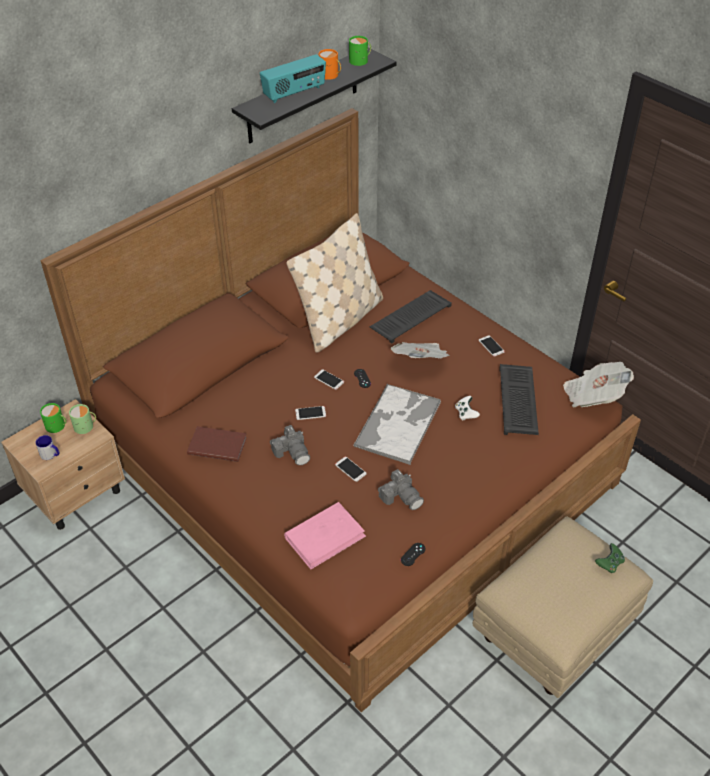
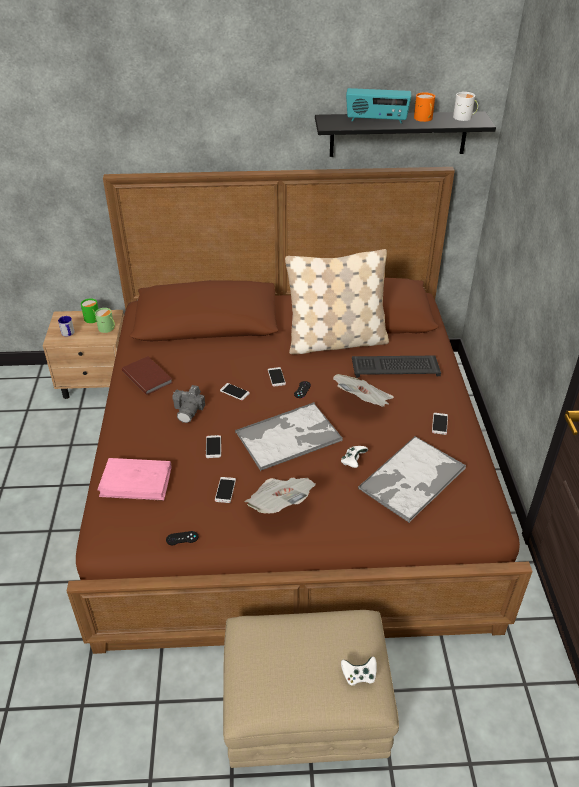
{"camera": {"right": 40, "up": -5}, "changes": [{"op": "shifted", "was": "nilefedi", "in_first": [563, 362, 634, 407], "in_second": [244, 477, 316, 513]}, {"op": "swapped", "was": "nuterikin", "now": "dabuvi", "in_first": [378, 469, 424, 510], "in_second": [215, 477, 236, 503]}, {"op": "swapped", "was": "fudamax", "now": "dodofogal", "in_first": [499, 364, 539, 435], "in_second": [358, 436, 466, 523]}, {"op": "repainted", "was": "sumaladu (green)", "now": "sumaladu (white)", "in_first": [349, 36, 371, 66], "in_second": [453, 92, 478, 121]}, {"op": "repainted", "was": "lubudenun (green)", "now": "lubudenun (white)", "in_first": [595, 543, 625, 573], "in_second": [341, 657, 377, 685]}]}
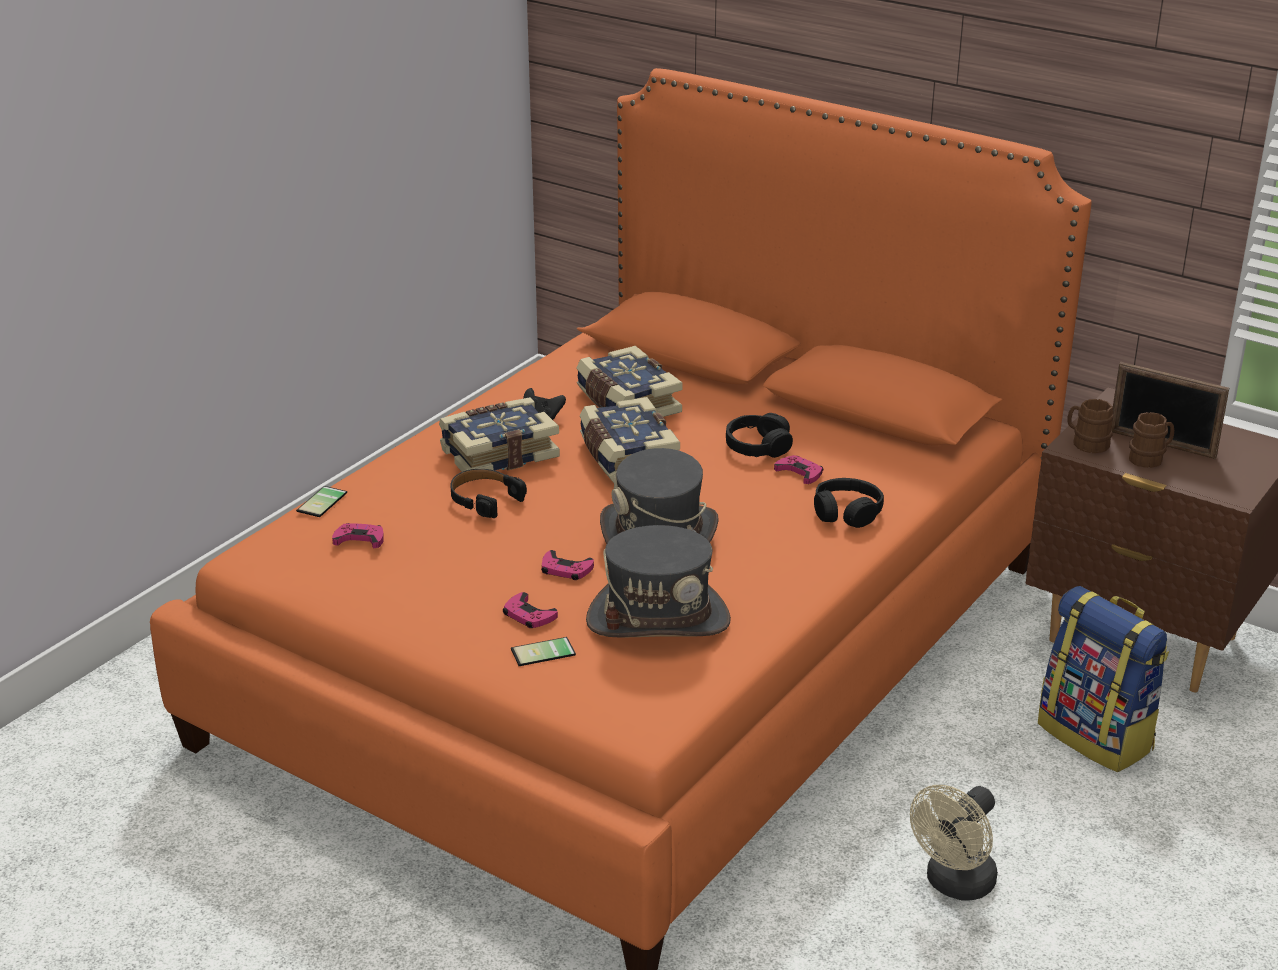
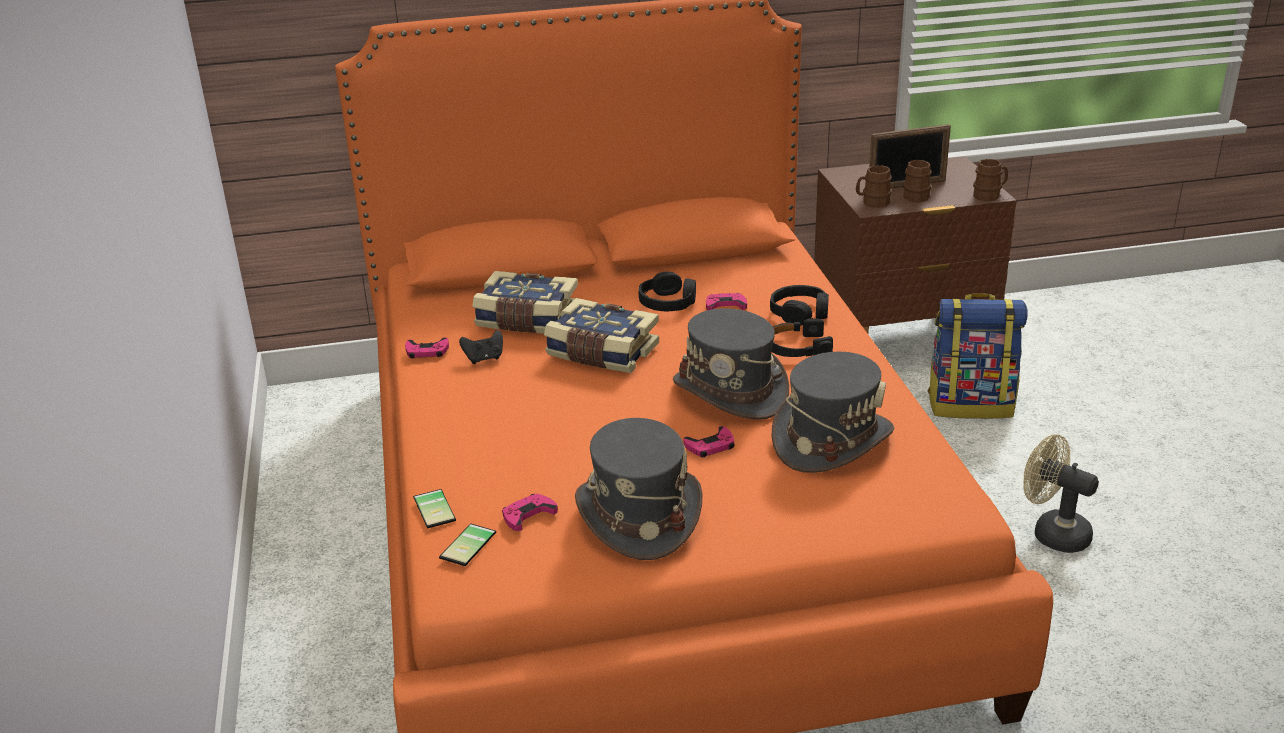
{"camera": {"right": -45, "up": 0}, "changes": [{"op": "gone", "was": "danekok", "in_first": [439, 397, 560, 472]}, {"op": "new", "now": "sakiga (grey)", "in_second": [575, 418, 702, 560]}, {"op": "new", "now": "sumaladu (brown)", "in_second": [973, 159, 1008, 201]}, {"op": "shifted", "was": "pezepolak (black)", "in_first": [450, 469, 527, 518], "in_second": [772, 318, 833, 357]}, {"op": "shifted", "was": "lubudenun (pink)", "in_first": [503, 592, 558, 628], "in_second": [405, 337, 449, 358]}, {"op": "shifted", "was": "dabuvi", "in_first": [511, 637, 576, 666], "in_second": [439, 523, 496, 566]}, {"op": "rotated", "was": "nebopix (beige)", "in_first": [910, 785, 998, 901], "in_second": [1023, 434, 1099, 553], "clockwise": 135}]}
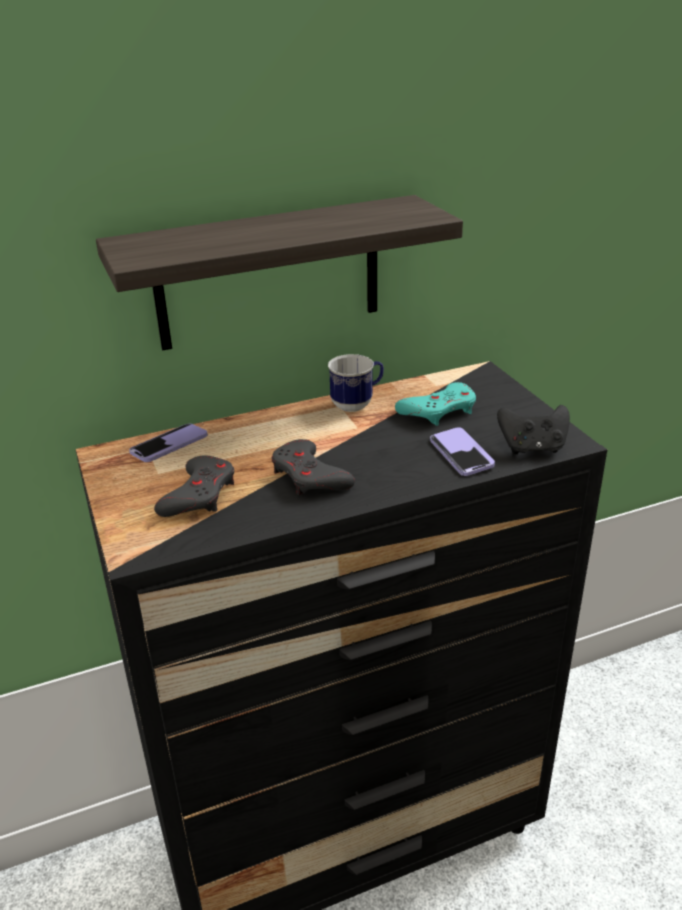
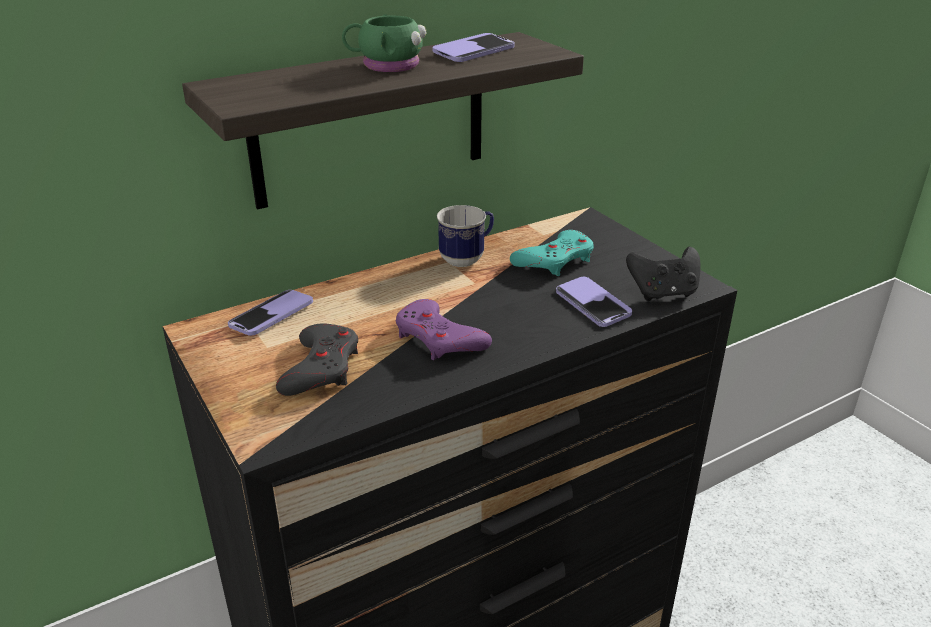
{"camera": {"right": -10, "up": 0}, "changes": [{"op": "new", "now": "sumaladu (green)", "in_second": [342, 14, 427, 72]}, {"op": "new", "now": "dabuvi", "in_second": [432, 33, 515, 62]}, {"op": "repainted", "was": "lubudenun (grey)", "now": "lubudenun (purple)", "in_first": [272, 439, 355, 495], "in_second": [396, 299, 492, 360]}]}
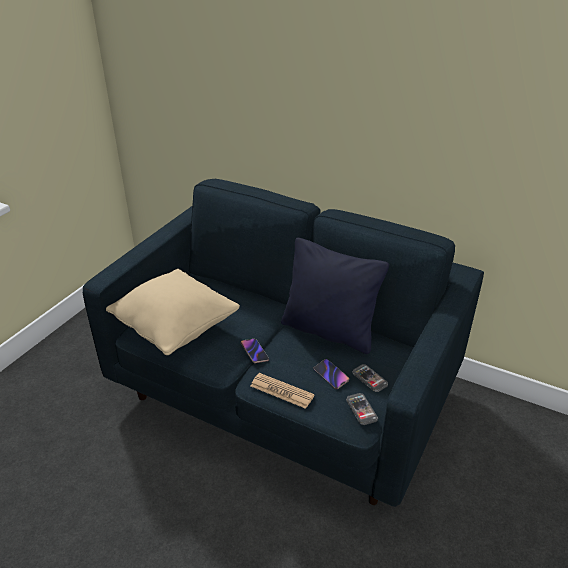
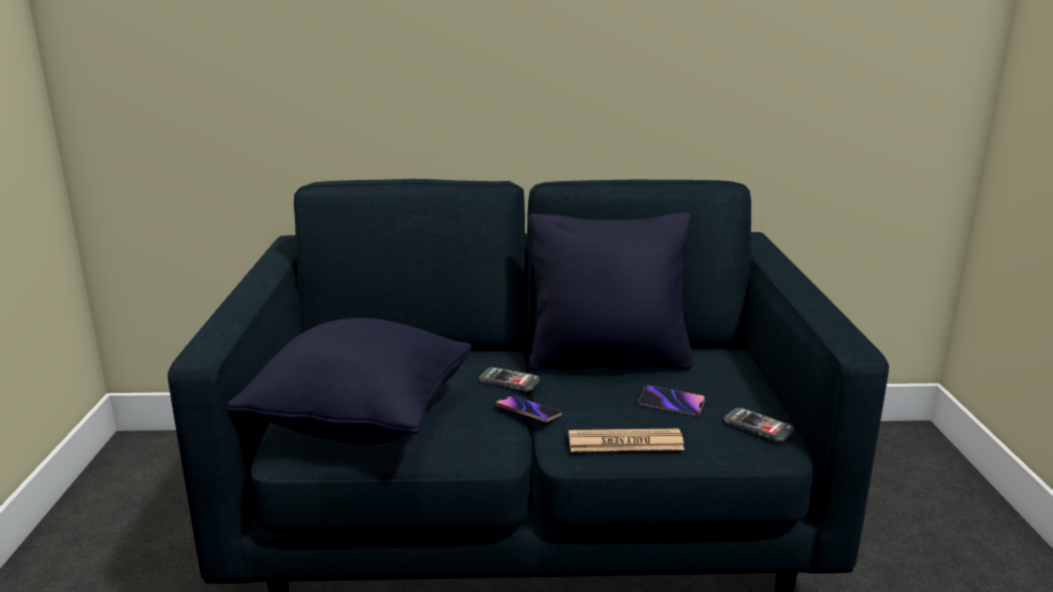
{"camera": {"right": -30, "up": -15}, "changes": [{"op": "shifted", "was": "dabuvi", "in_first": [352, 364, 388, 392], "in_second": [479, 367, 540, 391]}, {"op": "repainted", "was": "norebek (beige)", "now": "norebek (black)", "in_first": [106, 269, 240, 355], "in_second": [227, 318, 472, 444]}]}
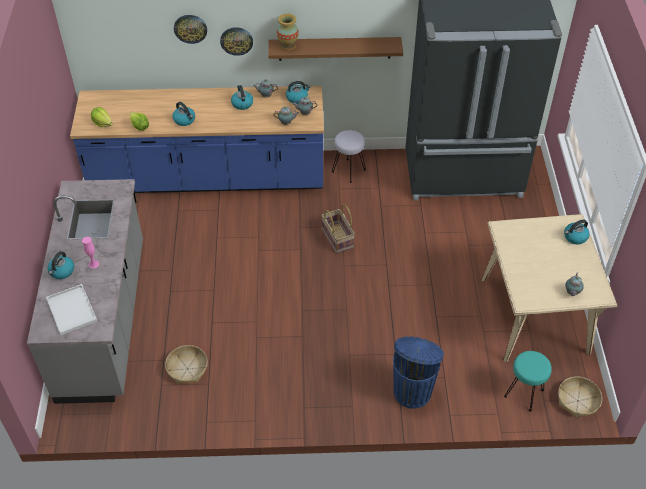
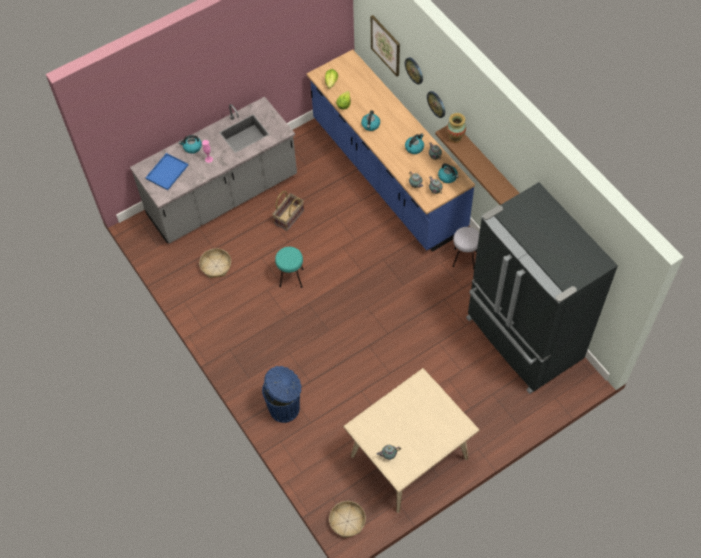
{"camera": {"right": 60, "up": 10}, "changes": [{"op": "gone", "was": "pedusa", "in_first": [564, 220, 590, 244]}, {"op": "new", "now": "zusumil", "in_second": [371, 15, 400, 76]}, {"op": "shifted", "was": "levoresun", "in_first": [321, 204, 355, 253], "in_second": [272, 191, 304, 231]}, {"op": "shifted", "was": "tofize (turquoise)", "in_first": [504, 351, 552, 411], "in_second": [275, 247, 304, 288]}, {"op": "repainted", "was": "dodofogal (white)", "now": "dodofogal (blue)", "in_first": [46, 284, 97, 335], "in_second": [145, 153, 188, 190]}]}
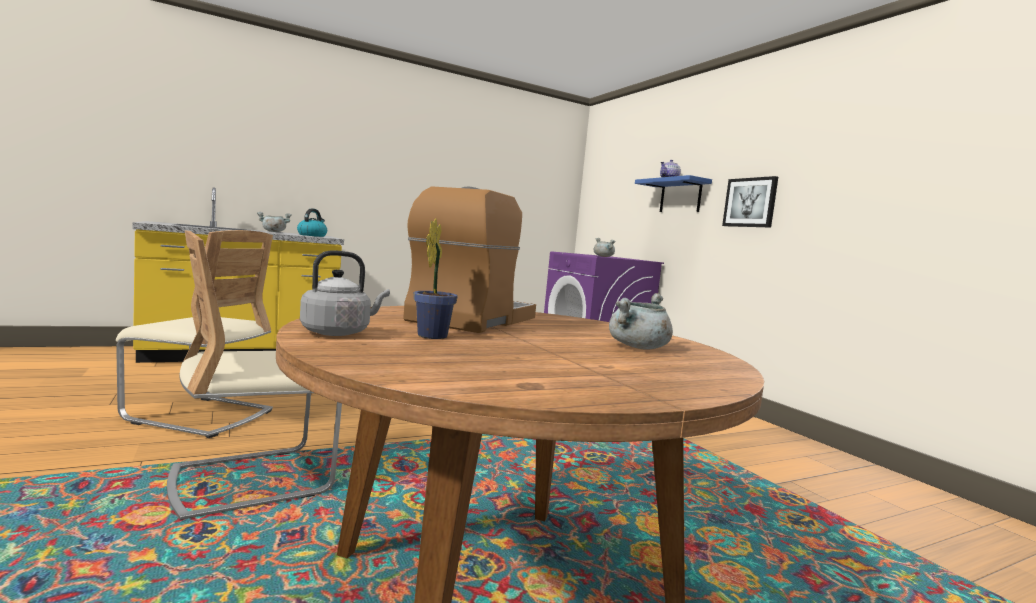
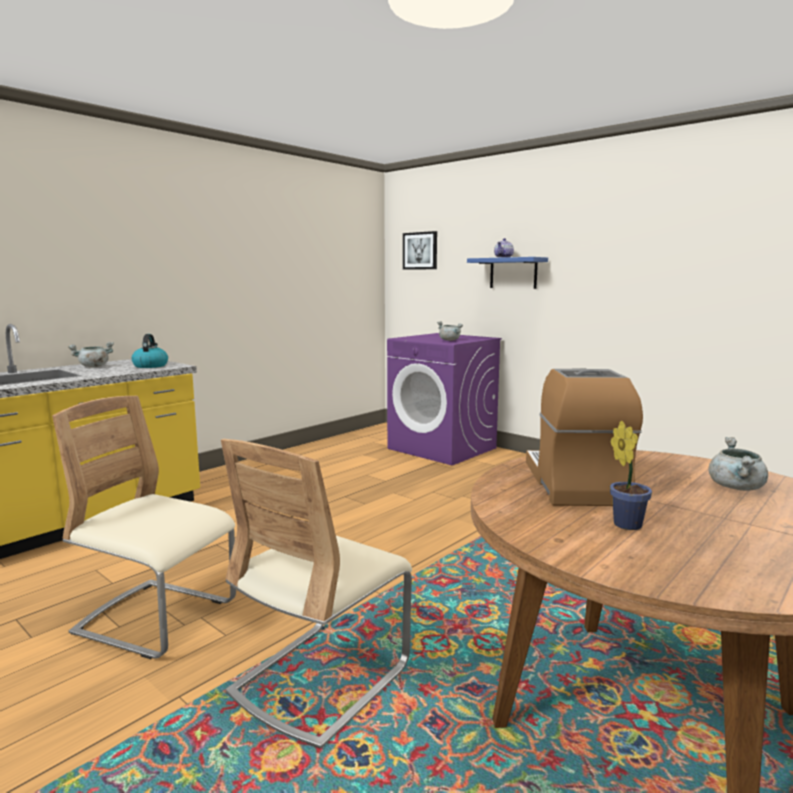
{"camera": {"right": -20, "up": 5}, "changes": [{"op": "gone", "was": "pedusa (grey)", "in_first": [300, 250, 390, 336]}, {"op": "shifted", "was": "zusumil", "in_first": [722, 176, 778, 228], "in_second": [403, 231, 437, 270]}, {"op": "rotated", "was": "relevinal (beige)", "in_first": [116, 230, 273, 438], "in_second": [52, 396, 236, 659], "clockwise": -150}]}
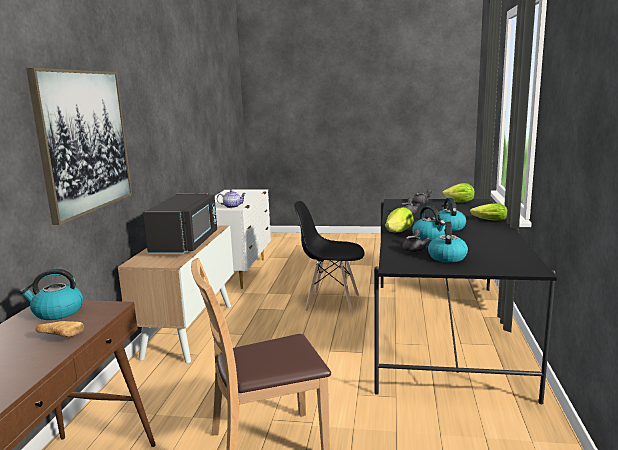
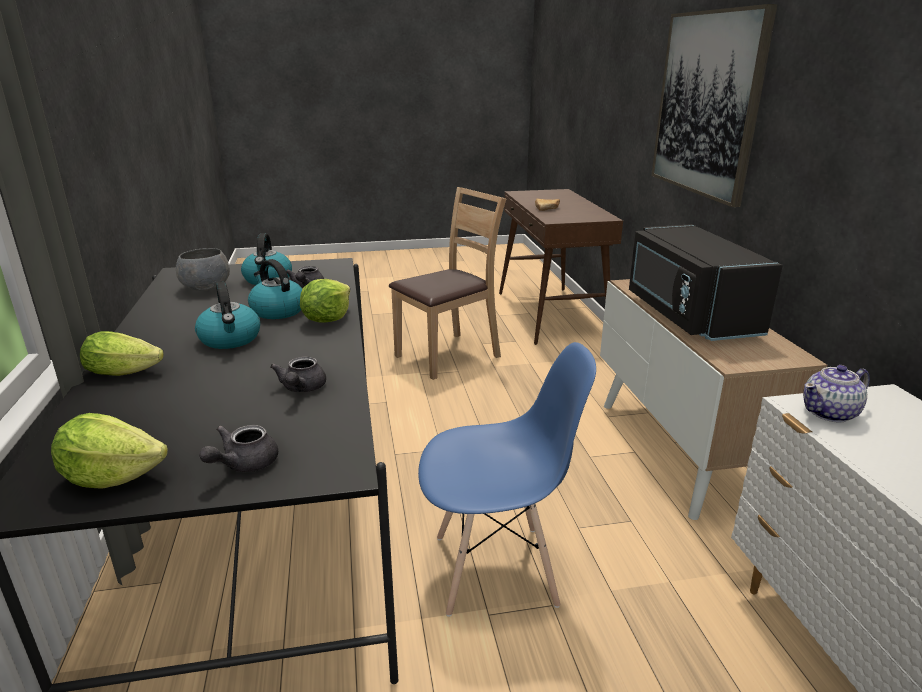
{"camera": {"right": 160, "up": 10}, "changes": [{"op": "gone", "was": "pedusa", "in_first": [20, 269, 83, 320]}, {"op": "new", "now": "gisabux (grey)", "in_second": [176, 248, 230, 291]}, {"op": "repainted", "was": "relevinal (black)", "now": "relevinal (blue)", "in_first": [294, 201, 365, 314], "in_second": [418, 342, 596, 617]}]}
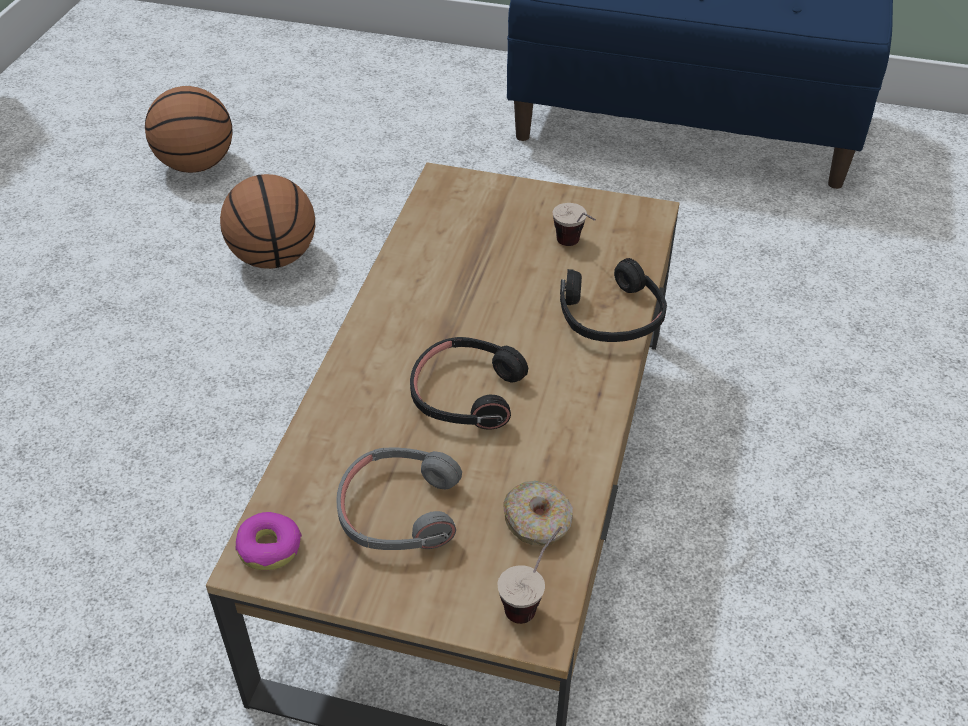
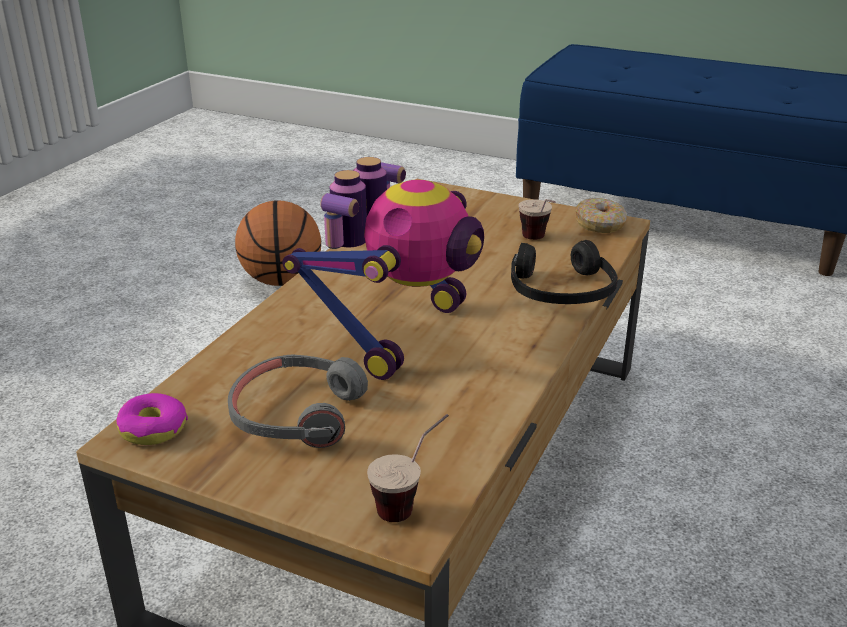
{"camera": {"right": 10, "up": -15}, "changes": [{"op": "gone", "was": "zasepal", "in_first": [145, 86, 233, 173]}, {"op": "shifted", "was": "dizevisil", "in_first": [503, 481, 573, 545], "in_second": [576, 198, 627, 233]}, {"op": "swapped", "was": "pezepolak (black)", "now": "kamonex", "in_first": [410, 337, 528, 430], "in_second": [282, 157, 484, 380]}]}
